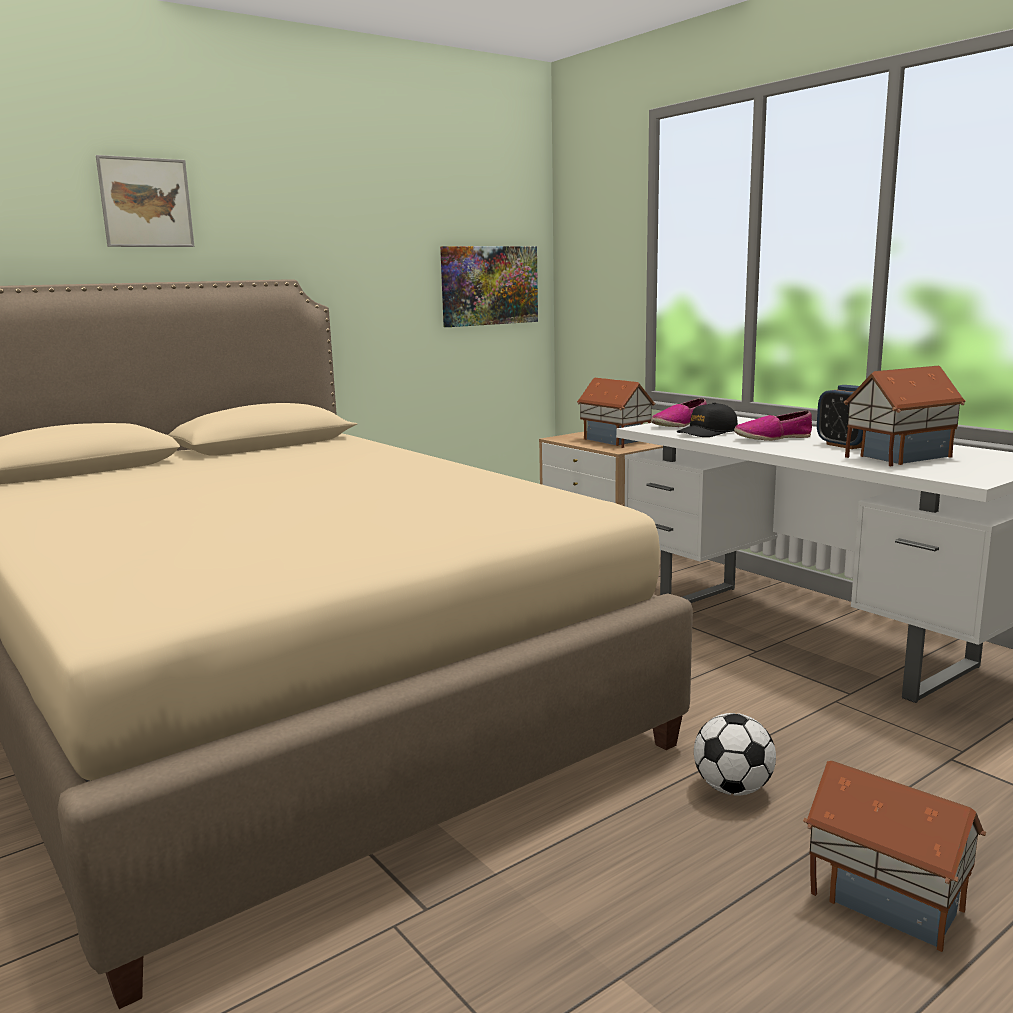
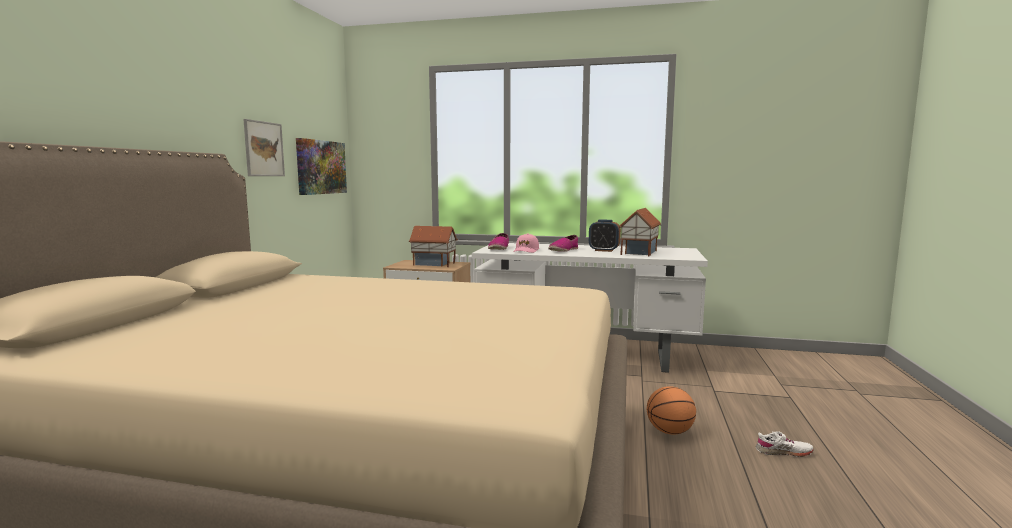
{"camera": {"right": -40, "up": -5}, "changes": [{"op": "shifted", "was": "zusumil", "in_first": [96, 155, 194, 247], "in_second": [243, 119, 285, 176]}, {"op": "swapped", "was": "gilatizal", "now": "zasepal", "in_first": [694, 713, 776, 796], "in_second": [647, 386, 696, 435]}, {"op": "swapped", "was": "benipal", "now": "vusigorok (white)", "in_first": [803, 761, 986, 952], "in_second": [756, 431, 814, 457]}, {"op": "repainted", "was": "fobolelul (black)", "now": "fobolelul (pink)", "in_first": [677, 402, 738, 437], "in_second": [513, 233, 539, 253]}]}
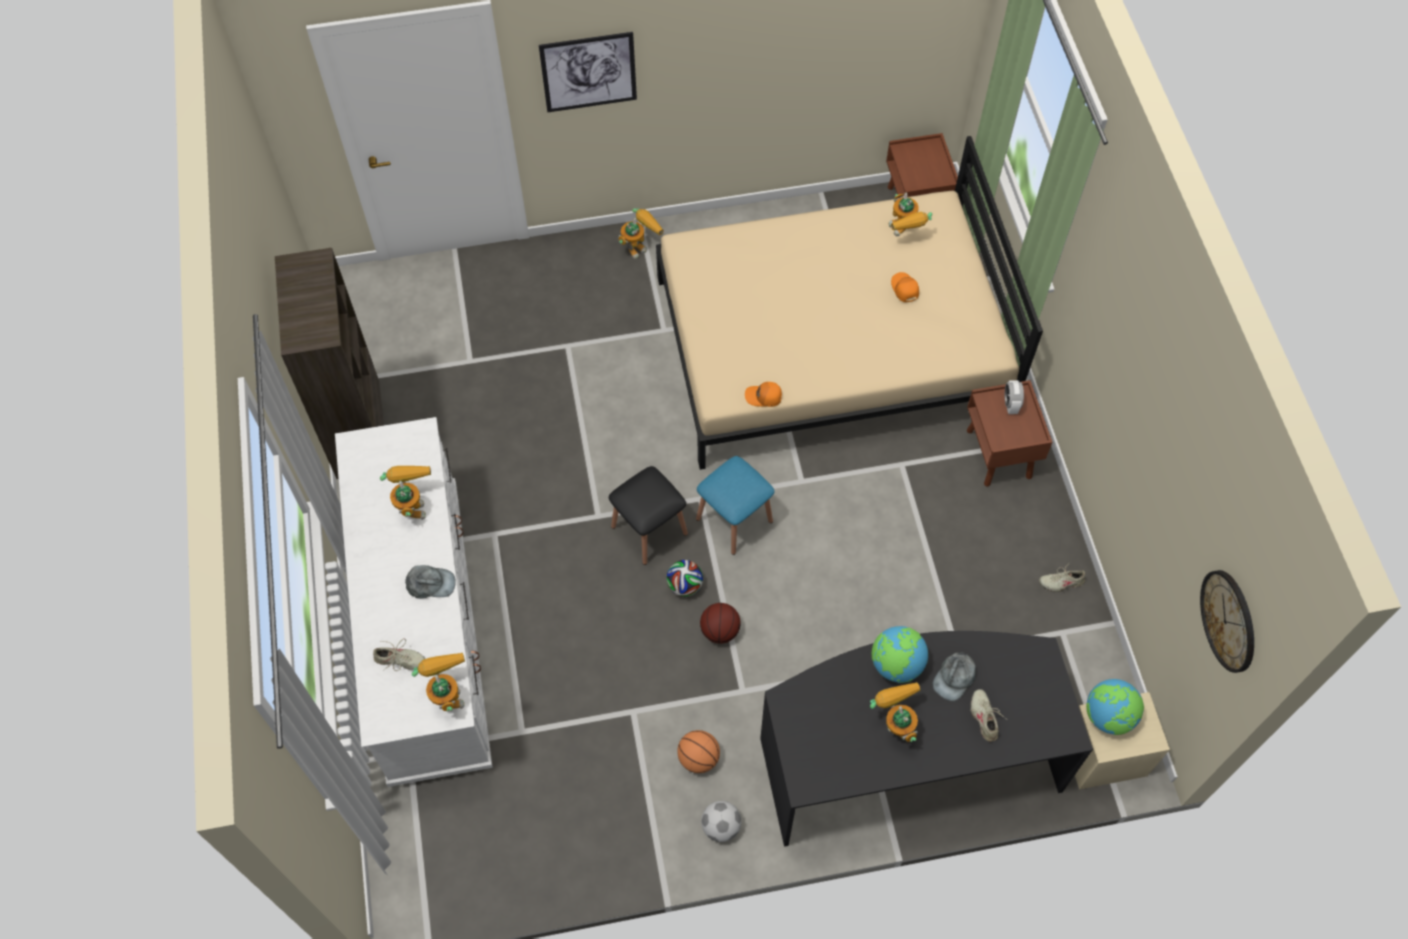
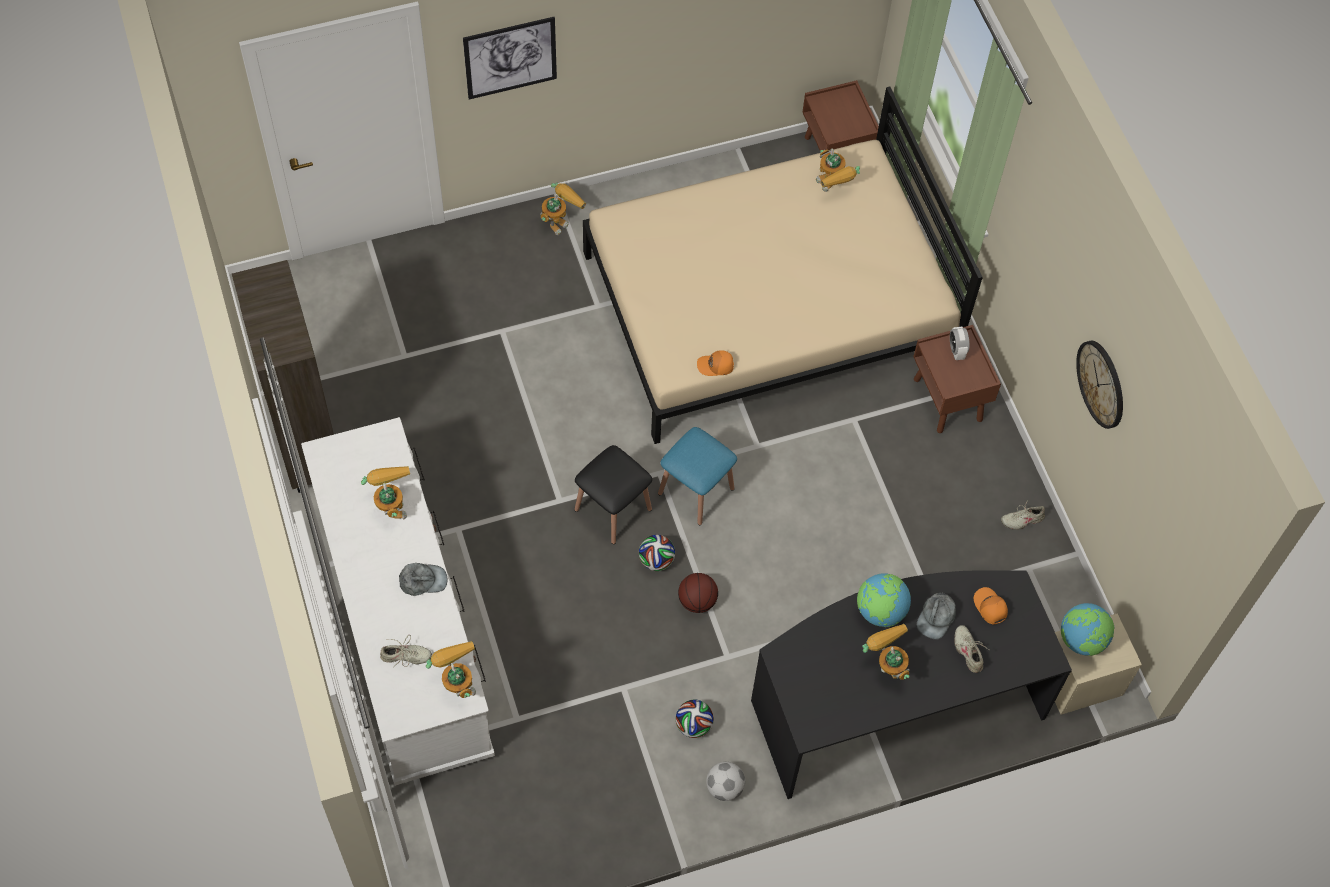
{"camera": {"right": -10, "up": 0}, "changes": [{"op": "shifted", "was": "fobolelul (orange)", "in_first": [891, 272, 919, 302], "in_second": [974, 587, 1008, 625]}, {"op": "shifted", "was": "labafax", "in_first": [1200, 570, 1254, 673], "in_second": [1076, 341, 1123, 429]}, {"op": "swapped", "was": "zasepal", "now": "gilatizal", "in_first": [677, 730, 720, 773], "in_second": [676, 700, 714, 738]}]}
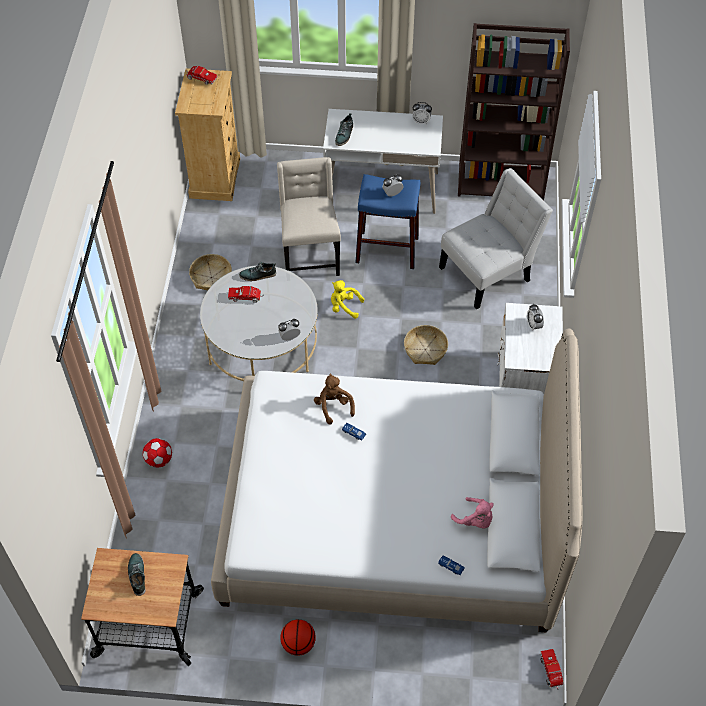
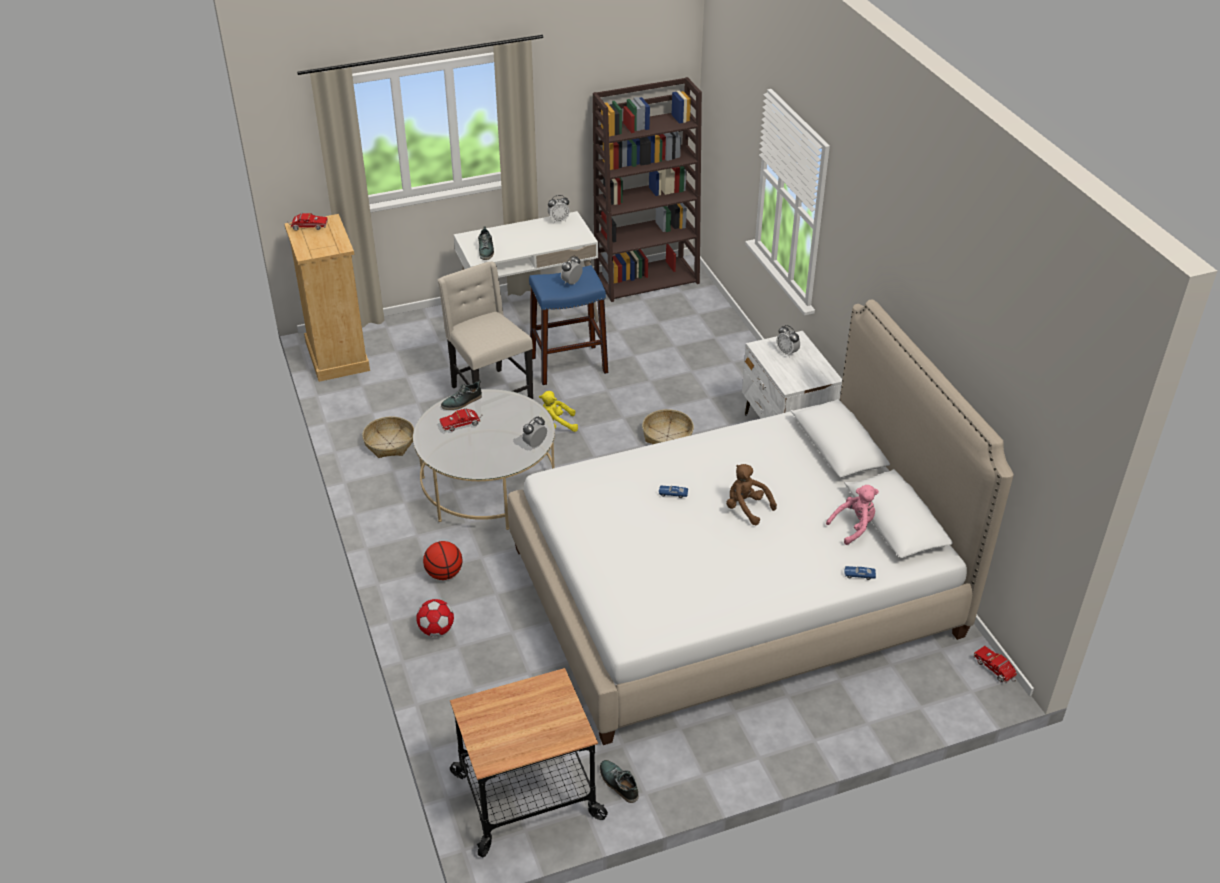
{"camera": {"right": -25, "up": -15}, "changes": [{"op": "gone", "was": "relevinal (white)", "in_first": [439, 168, 553, 309]}, {"op": "shifted", "was": "vusigorok", "in_first": [128, 553, 146, 596], "in_second": [600, 760, 639, 803]}, {"op": "shifted", "was": "zasepal", "in_first": [280, 620, 316, 656], "in_second": [423, 541, 462, 580]}, {"op": "shifted", "was": "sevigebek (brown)", "in_first": [314, 374, 355, 425], "in_second": [726, 464, 777, 525]}, {"op": "rotated", "was": "sevigebek (pink)", "in_first": [451, 497, 494, 529], "in_second": [826, 485, 879, 545], "clockwise": -45}]}
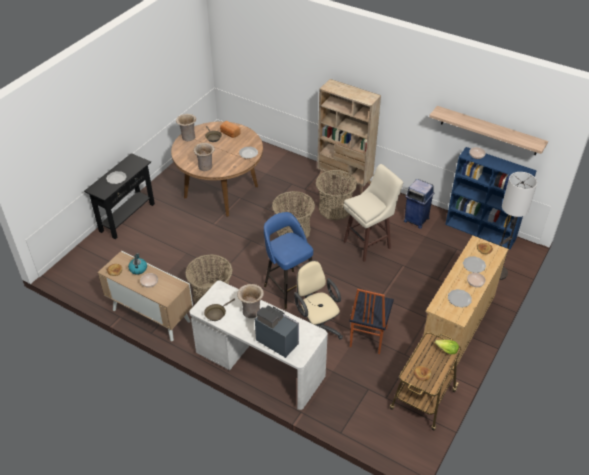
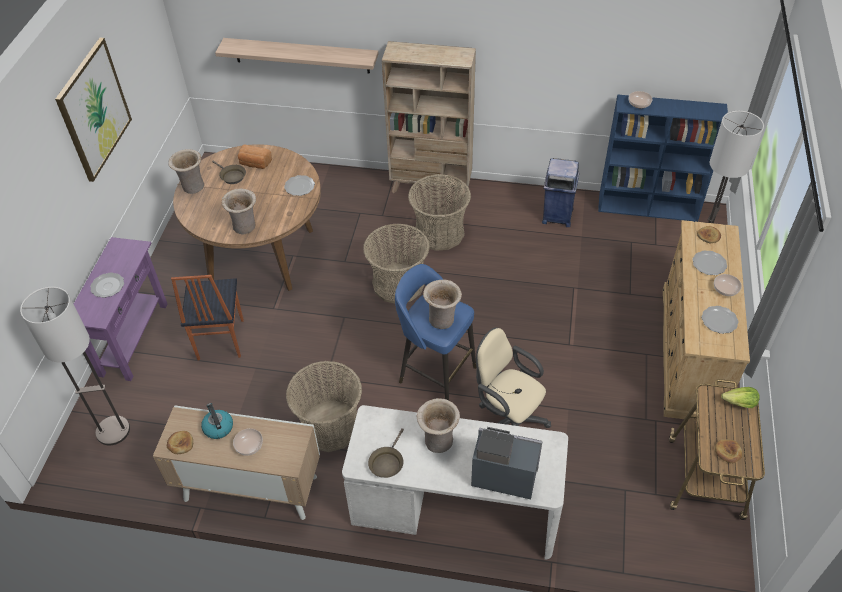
{"camera": {"right": -20, "up": 5}, "changes": [{"op": "gone", "was": "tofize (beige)", "in_first": [343, 164, 403, 262]}, {"op": "new", "now": "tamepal", "in_second": [20, 287, 130, 445]}, {"op": "new", "now": "zusumil", "in_second": [55, 38, 132, 182]}, {"op": "new", "now": "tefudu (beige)", "in_second": [423, 280, 462, 329]}, {"op": "shifted", "was": "relevinal", "in_first": [349, 289, 394, 354], "in_second": [171, 275, 244, 360]}, {"op": "shifted", "was": "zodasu", "in_first": [429, 106, 548, 155], "in_second": [215, 38, 378, 74]}, {"op": "repainted", "was": "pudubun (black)", "now": "pudubun (purple)", "in_first": [84, 153, 155, 239], "in_second": [74, 237, 167, 381]}]}
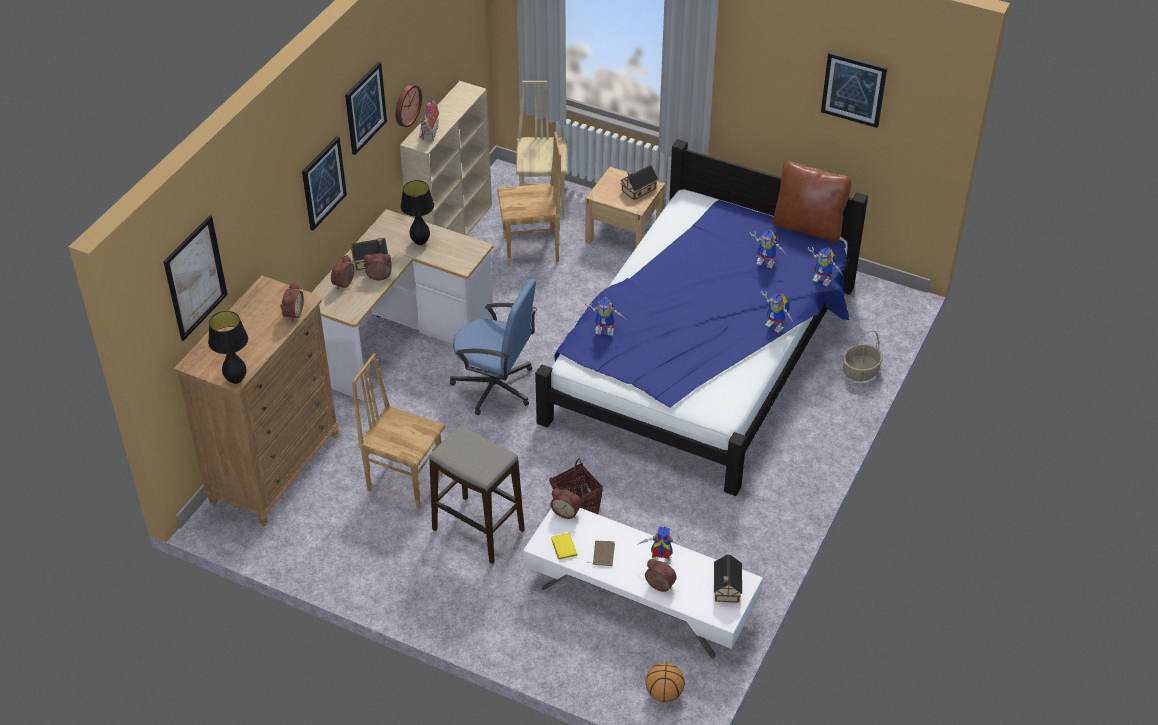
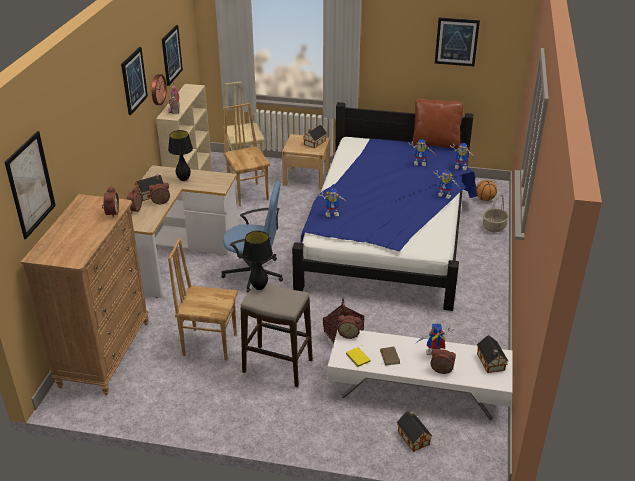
{"camera": {"right": -15, "up": -10}, "changes": [{"op": "new", "now": "benipal", "in_second": [397, 411, 432, 452]}, {"op": "shifted", "was": "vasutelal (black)", "in_first": [208, 311, 248, 384], "in_second": [243, 231, 273, 290]}, {"op": "shifted", "was": "zusumil", "in_first": [302, 136, 347, 231], "in_second": [162, 25, 183, 86]}, {"op": "shifted", "was": "zasepal", "in_first": [645, 663, 685, 702], "in_second": [476, 180, 497, 201]}, {"op": "rotated", "was": "relevinal (brown)", "in_first": [497, 132, 561, 266], "in_second": [224, 103, 270, 206], "clockwise": -90}]}
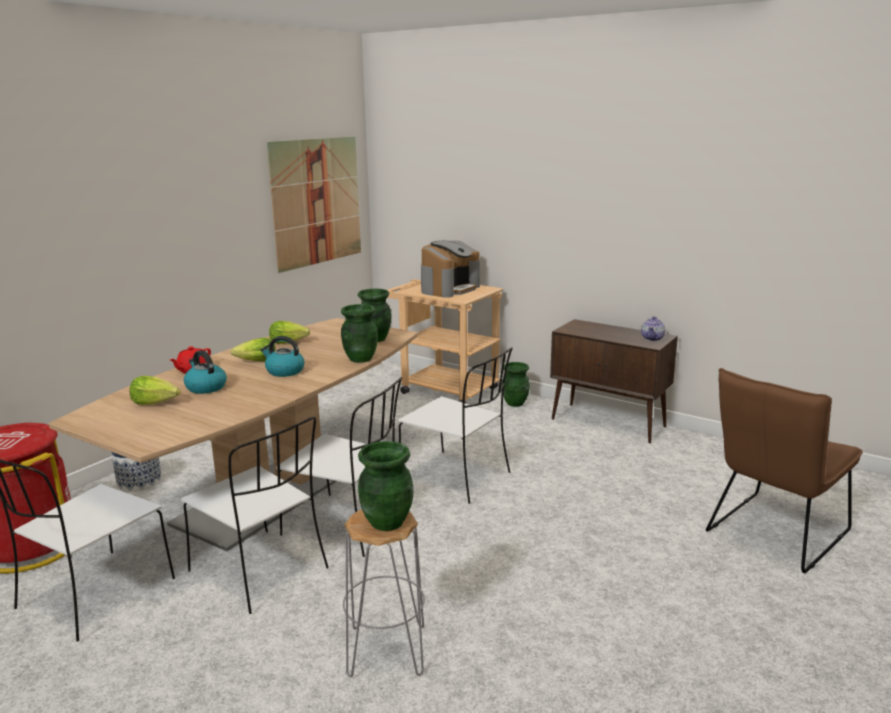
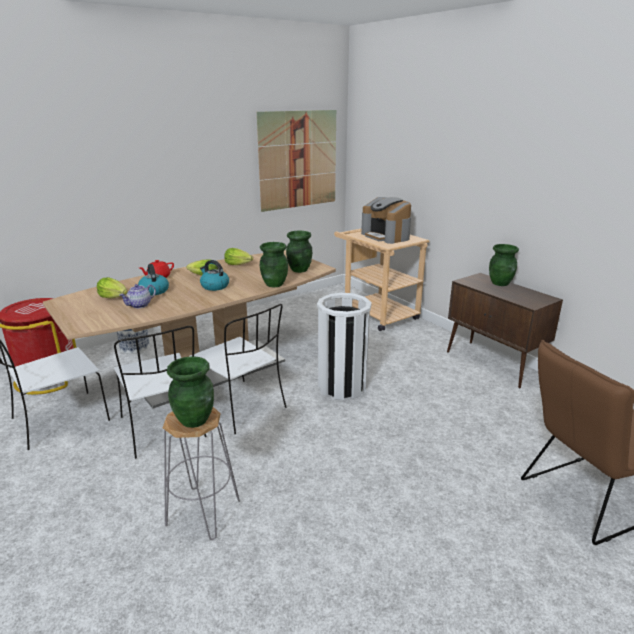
{"camera": {"right": 20, "up": 5}, "changes": [{"op": "shifted", "was": "tefudu (green)", "in_first": [502, 362, 530, 407], "in_second": [489, 244, 519, 286]}, {"op": "shifted", "was": "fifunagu", "in_first": [641, 316, 665, 341], "in_second": [119, 284, 156, 308]}, {"op": "swapped", "was": "relevinal (white)", "now": "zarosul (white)", "in_first": [398, 347, 513, 504], "in_second": [317, 293, 372, 400]}, {"op": "rotated", "was": "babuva", "in_first": [421, 241, 480, 298], "in_second": [361, 197, 411, 244], "clockwise": 90}]}
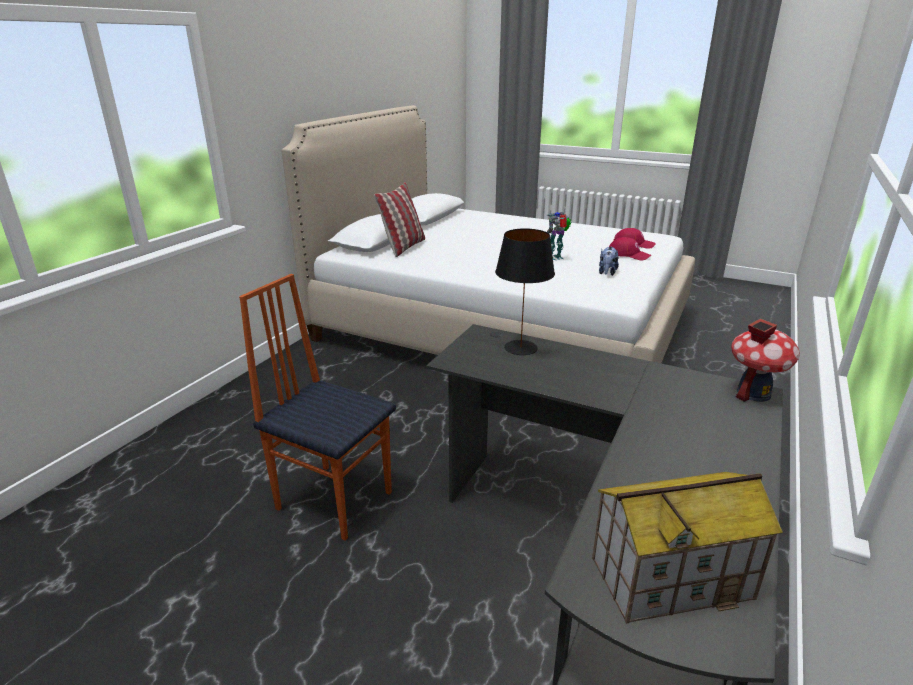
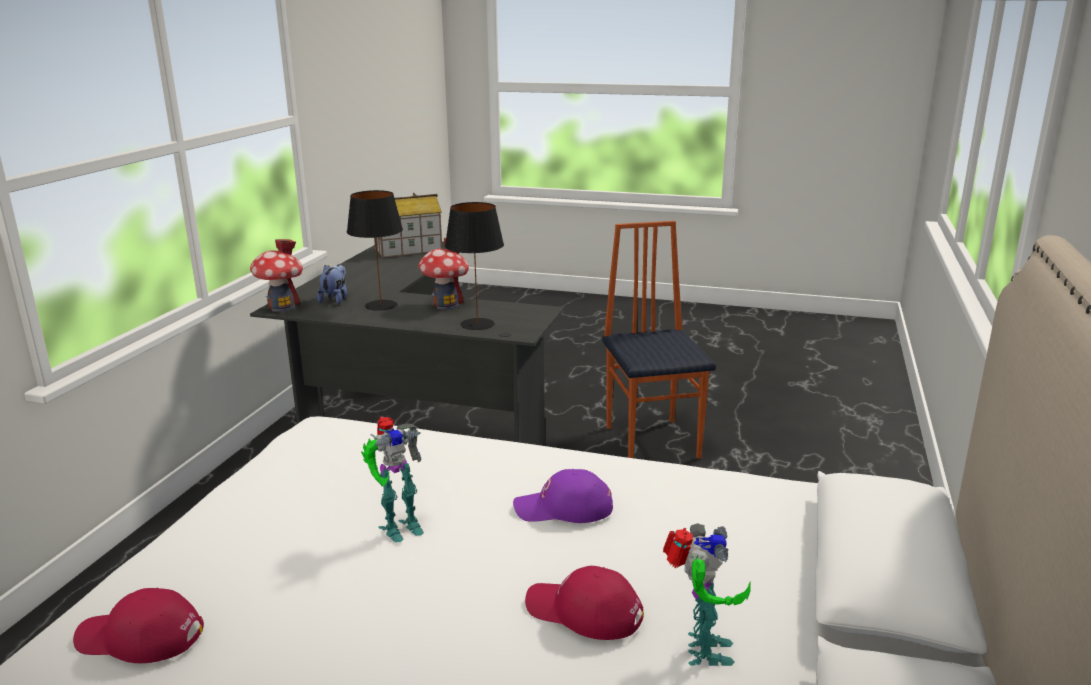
{"camera": {"right": 170, "up": -5}, "changes": [{"op": "gone", "was": "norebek", "in_first": [374, 182, 425, 257]}, {"op": "new", "now": "vasutelal (black)", "in_second": [347, 190, 403, 311]}, {"op": "new", "now": "benipal", "in_second": [418, 238, 469, 310]}, {"op": "new", "now": "fobolelul (purple)", "in_second": [513, 469, 613, 523]}, {"op": "new", "now": "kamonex", "in_second": [663, 523, 751, 666]}, {"op": "shifted", "was": "sevigebek", "in_first": [599, 246, 619, 276], "in_second": [317, 264, 348, 304]}, {"op": "shifted", "was": "fobolelul (red)", "in_first": [609, 237, 651, 261], "in_second": [525, 566, 644, 640]}, {"op": "rotated", "was": "relevinal", "in_first": [239, 274, 396, 541], "in_second": [602, 221, 716, 459], "clockwise": -120}]}
